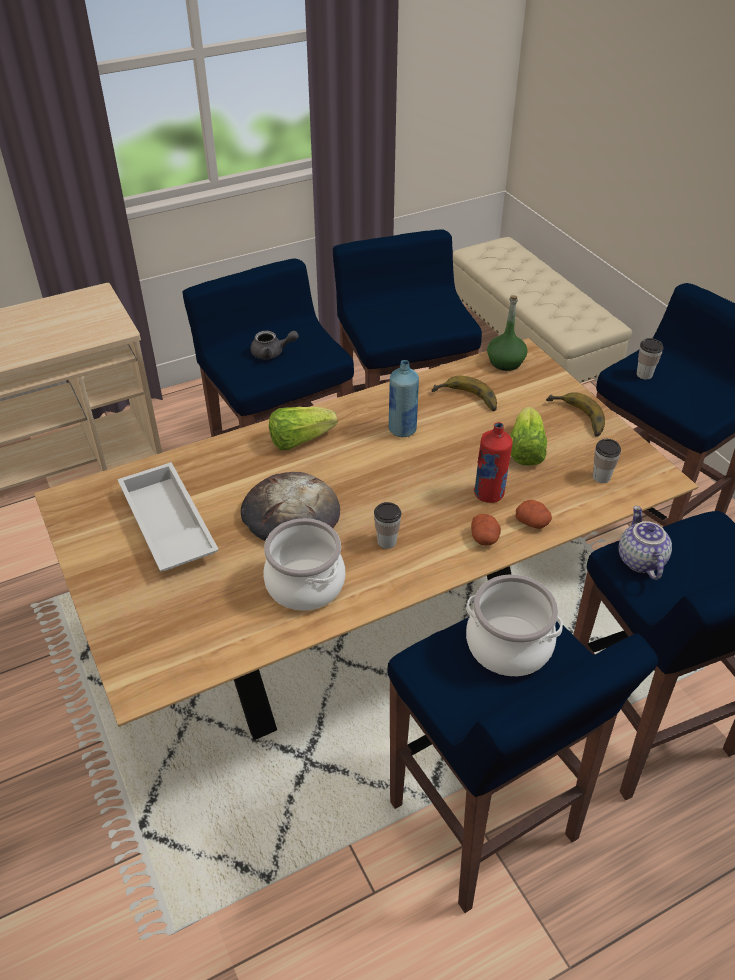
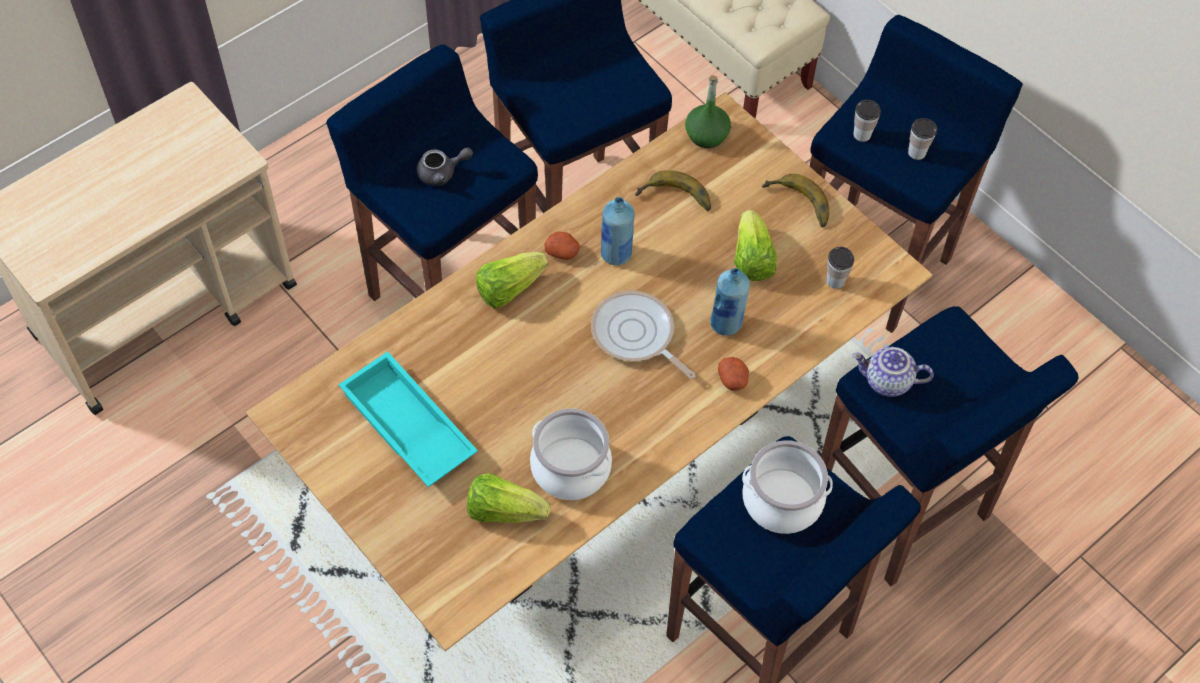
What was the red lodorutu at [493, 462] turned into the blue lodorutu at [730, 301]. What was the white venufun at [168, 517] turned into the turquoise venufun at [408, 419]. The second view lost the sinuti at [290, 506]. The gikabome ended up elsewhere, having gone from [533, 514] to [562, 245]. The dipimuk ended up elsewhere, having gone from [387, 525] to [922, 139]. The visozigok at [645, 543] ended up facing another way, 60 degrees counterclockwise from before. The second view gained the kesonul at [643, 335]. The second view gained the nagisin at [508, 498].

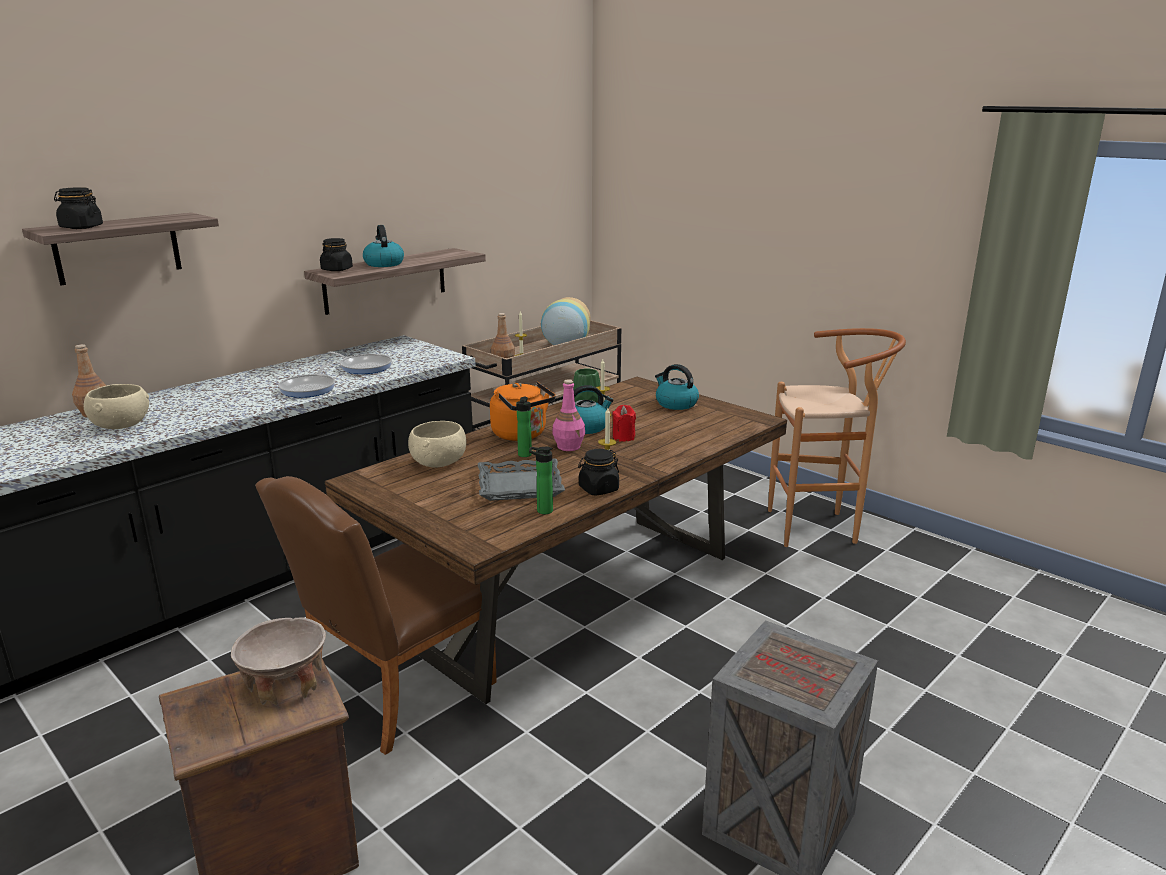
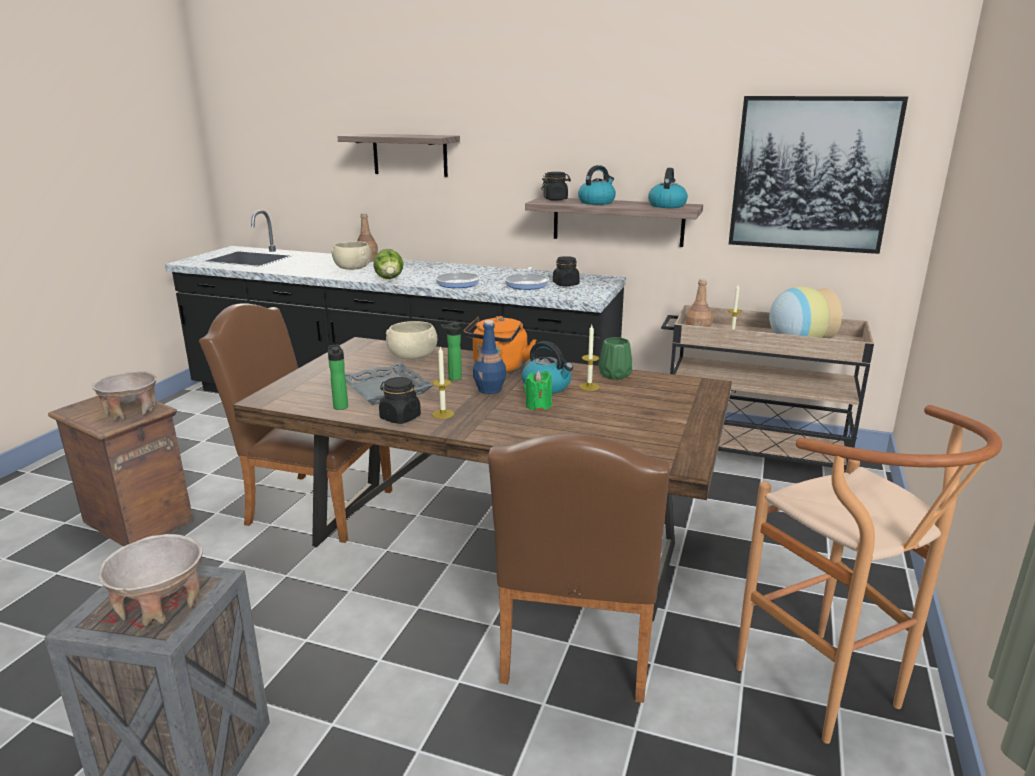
The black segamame ended up elsewhere, having gone from [78, 208] to [566, 271]. The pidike ended up elsewhere, having gone from [677, 387] to [668, 188]. What was the pink lodorutu at [568, 415] turned into the blue lodorutu at [489, 357]. What was the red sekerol at [624, 423] turned into the green sekerol at [538, 390]. The second view gained the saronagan at [818, 175]. The second view gained the nagisin at [388, 264]. The second view gained the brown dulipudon at [579, 568]. The second view gained the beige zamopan at [150, 580].

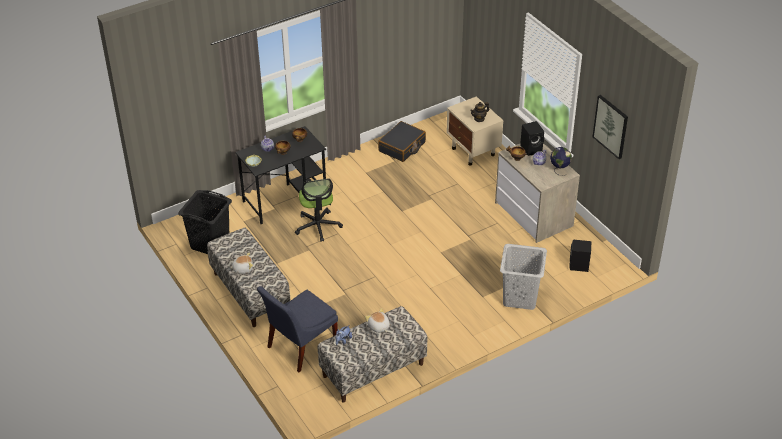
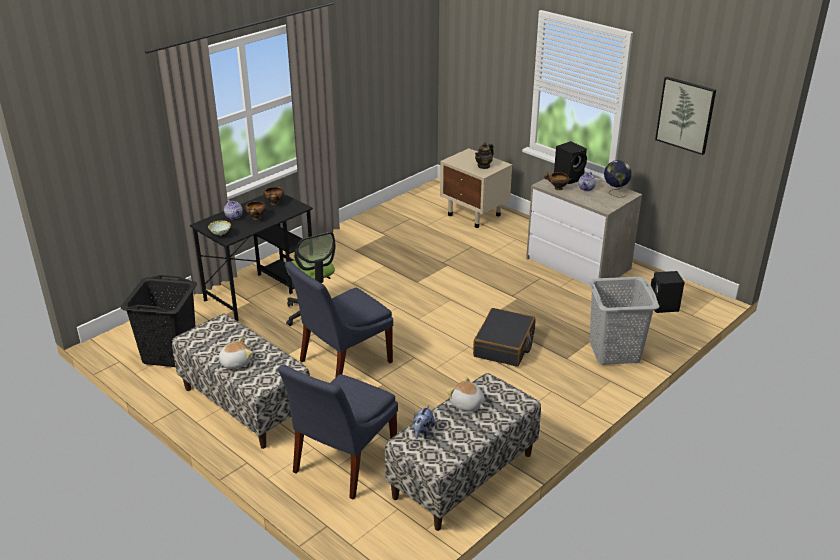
The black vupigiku ended up elsewhere, having gone from [402, 141] to [504, 337]. The second view gained the blue dulipudon at [339, 319].

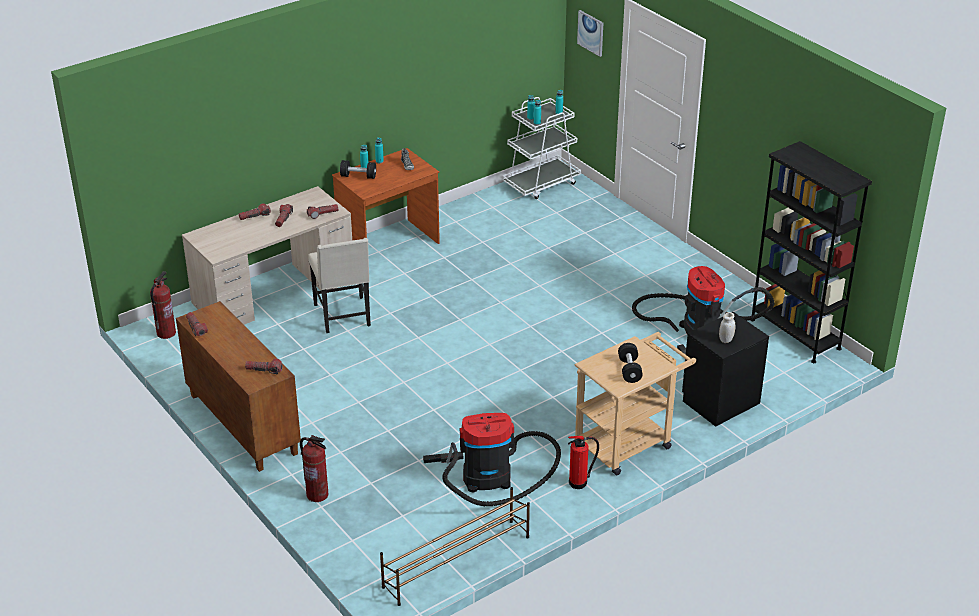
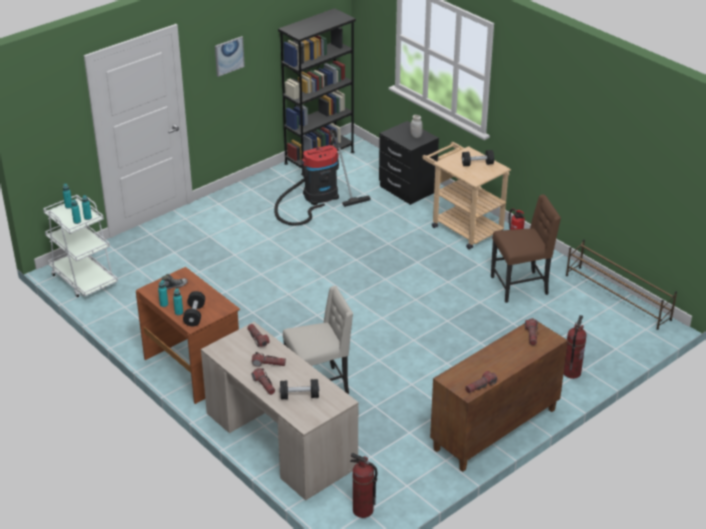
The saronagan ended up elsewhere, having gone from [590, 33] to [230, 56]. Where the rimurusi stood at [492, 459], the brown dulipudon came to stand at [526, 249]. The second view gained the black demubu at [299, 389].

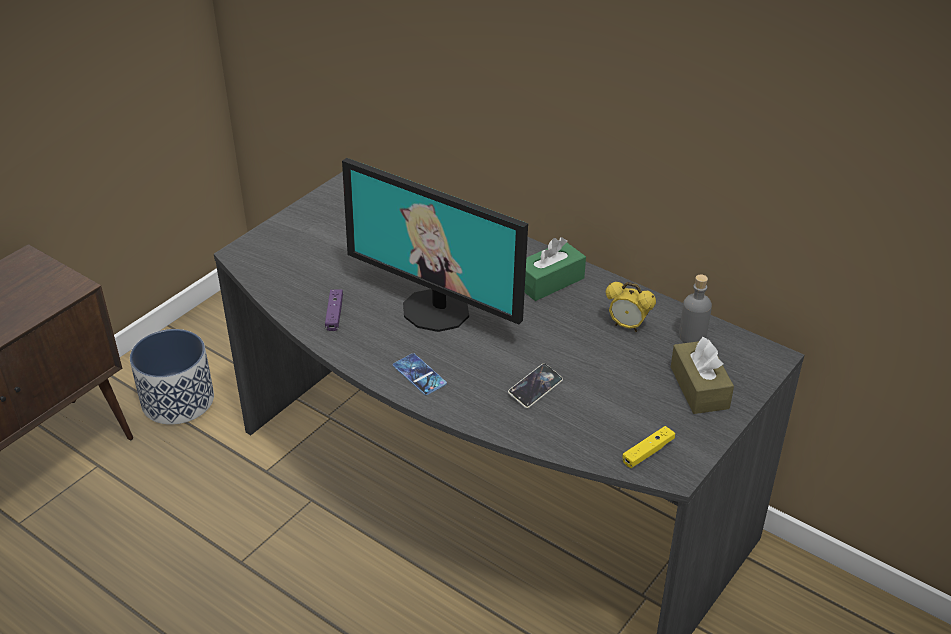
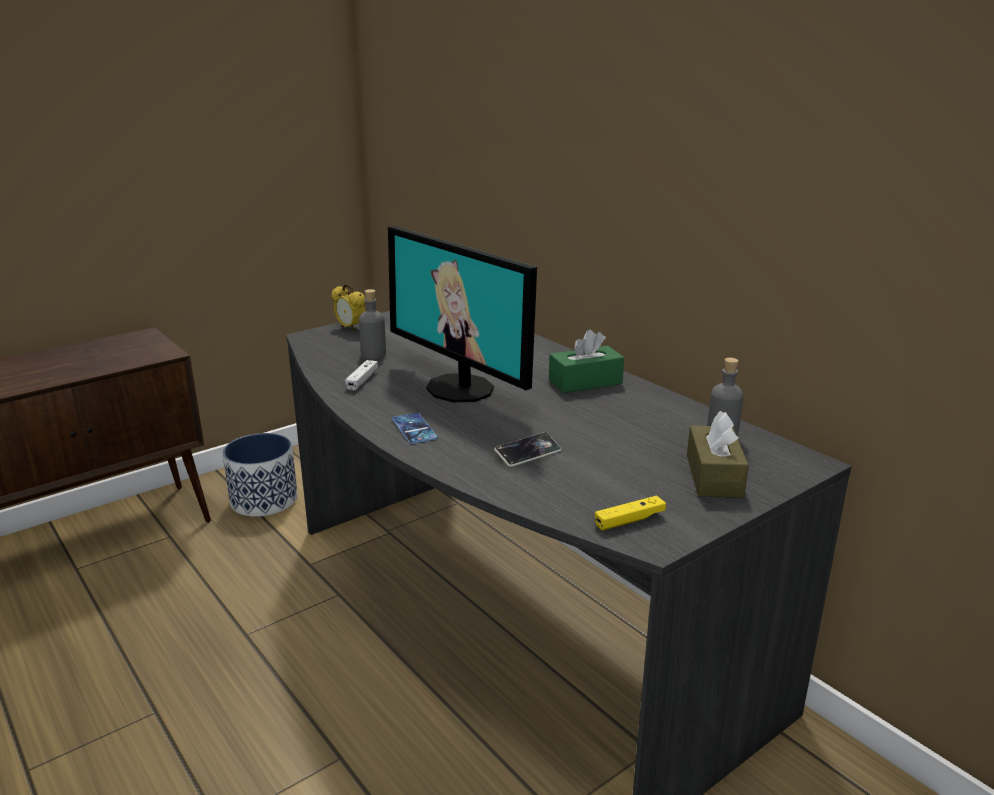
The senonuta ended up elsewhere, having gone from [631, 307] to [348, 307]. What was the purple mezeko at [334, 310] turned into the white mezeko at [361, 375]. The second view gained the grey lodorutu at [372, 324].

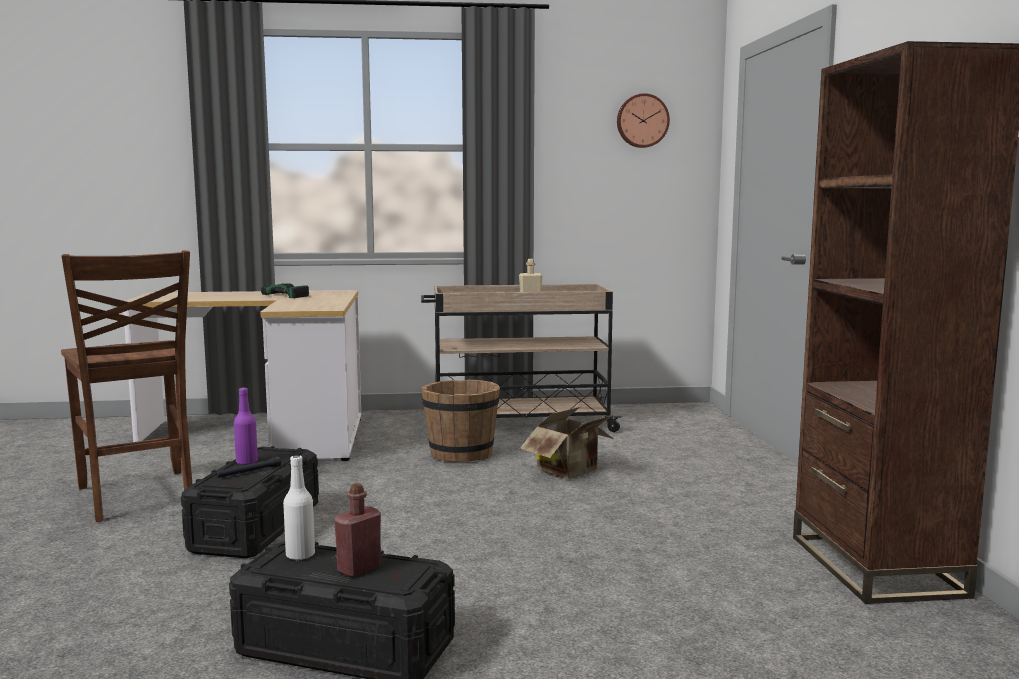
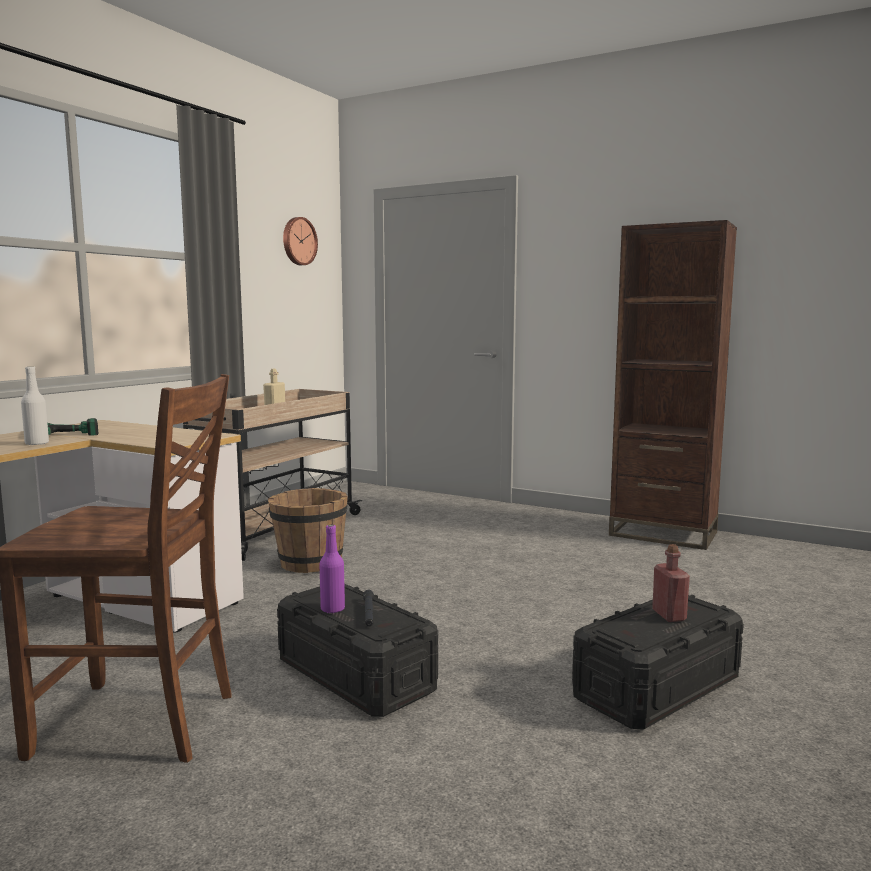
The second view lost the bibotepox at [567, 443]. The white lodorutu ended up elsewhere, having gone from [299, 508] to [35, 406].

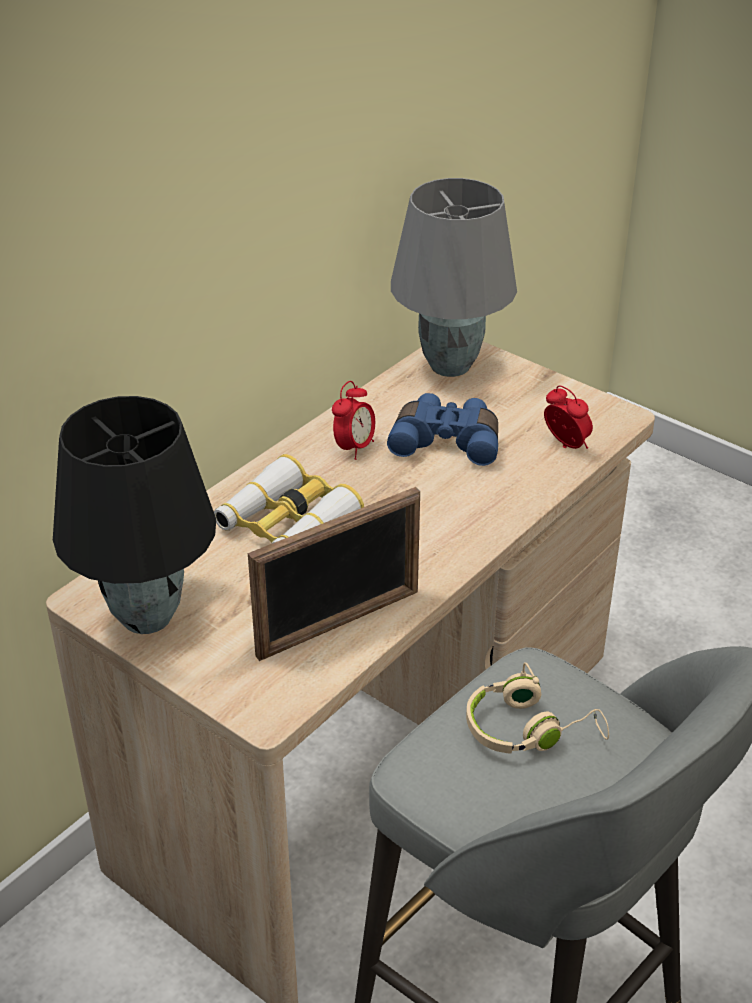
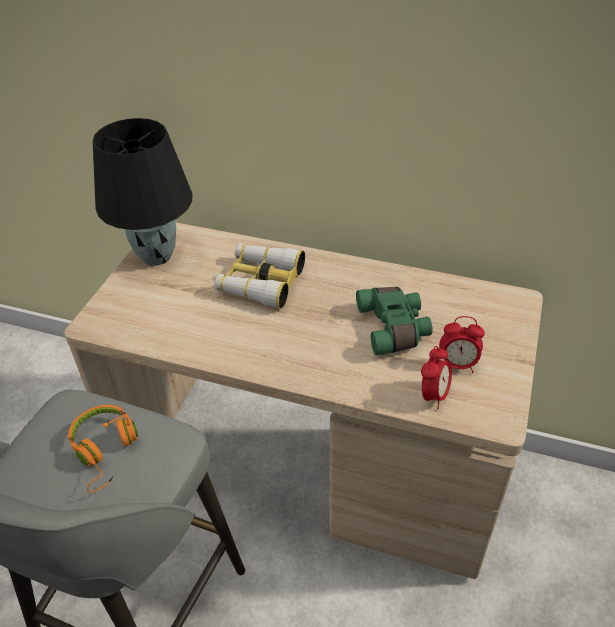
The second view lost the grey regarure at [454, 277]. The senonuta ended up elsewhere, having gone from [353, 420] to [462, 344]. What was the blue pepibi at [442, 429] turned into the green pepibi at [394, 321]. The second view lost the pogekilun at [334, 574]. What was the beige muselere at [537, 708] turned into the orange muselere at [103, 449].

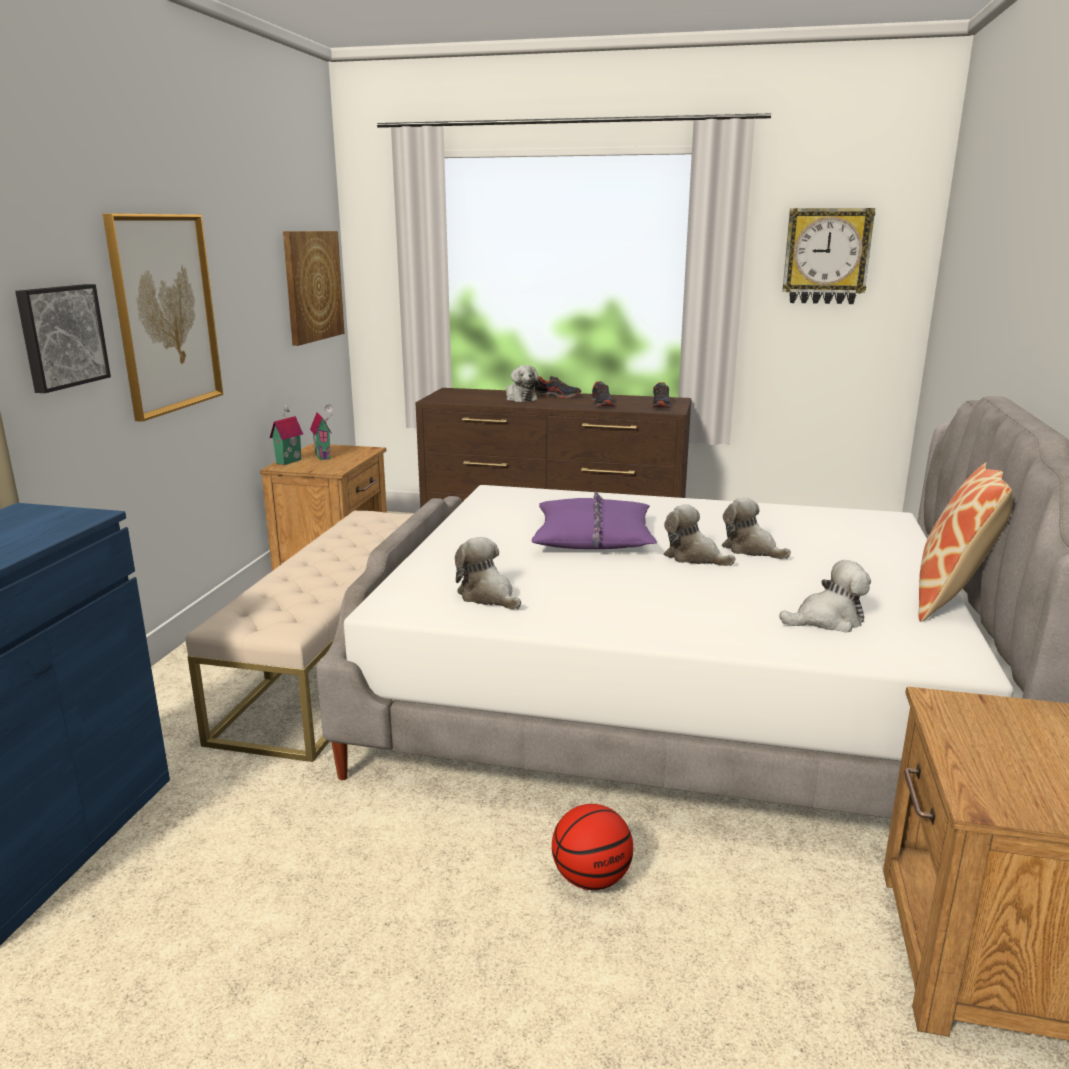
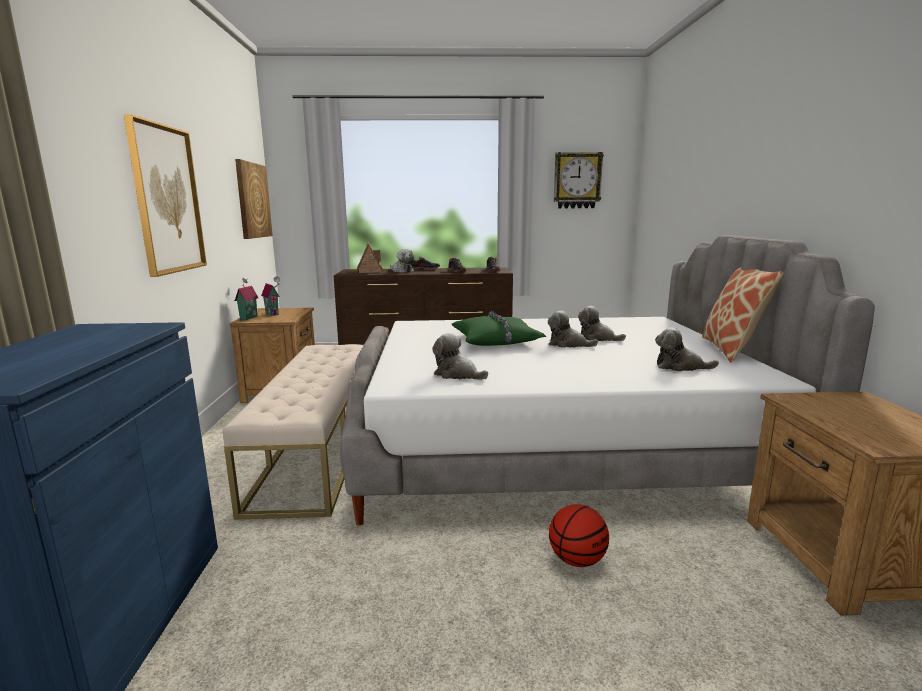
The second view lost the saronagan at [63, 338]. What was the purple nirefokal at [594, 520] turned into the green nirefokal at [499, 328]. The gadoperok at [825, 596] ended up facing another way, 135 degrees counterclockwise from before. The second view gained the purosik at [370, 257].

